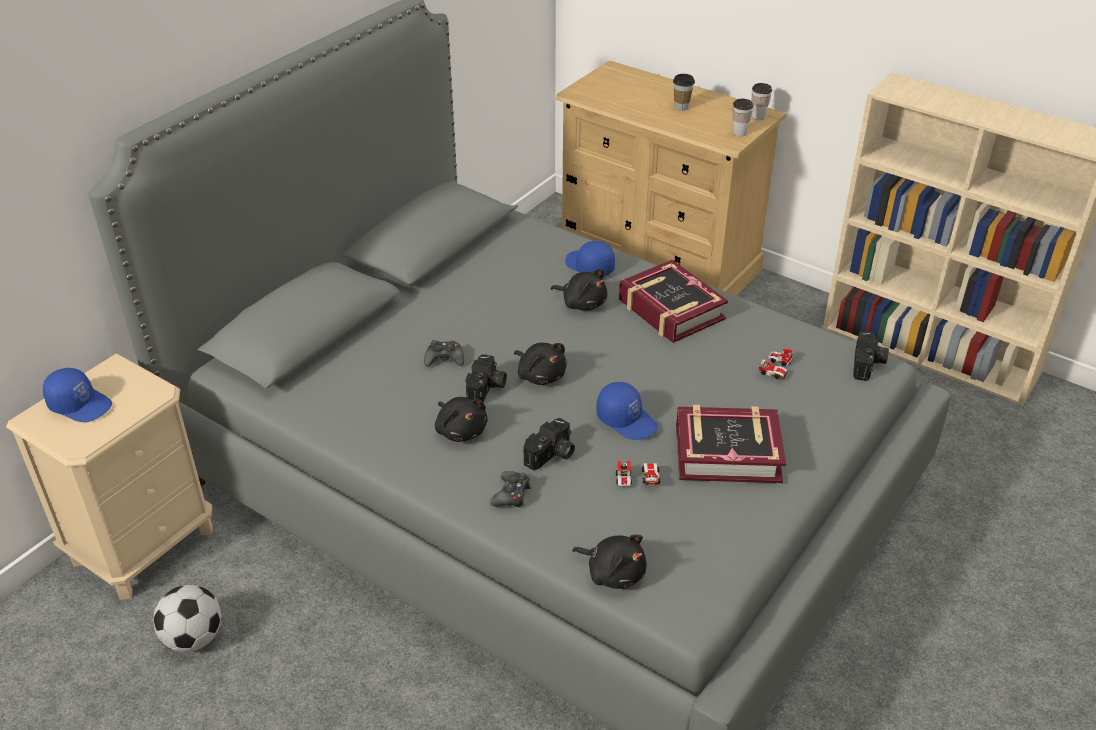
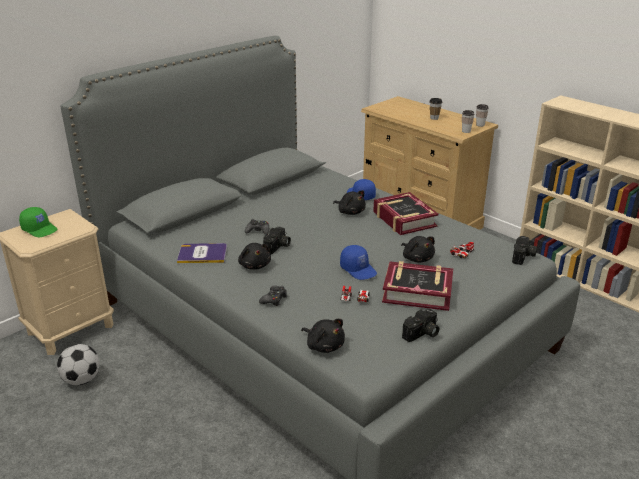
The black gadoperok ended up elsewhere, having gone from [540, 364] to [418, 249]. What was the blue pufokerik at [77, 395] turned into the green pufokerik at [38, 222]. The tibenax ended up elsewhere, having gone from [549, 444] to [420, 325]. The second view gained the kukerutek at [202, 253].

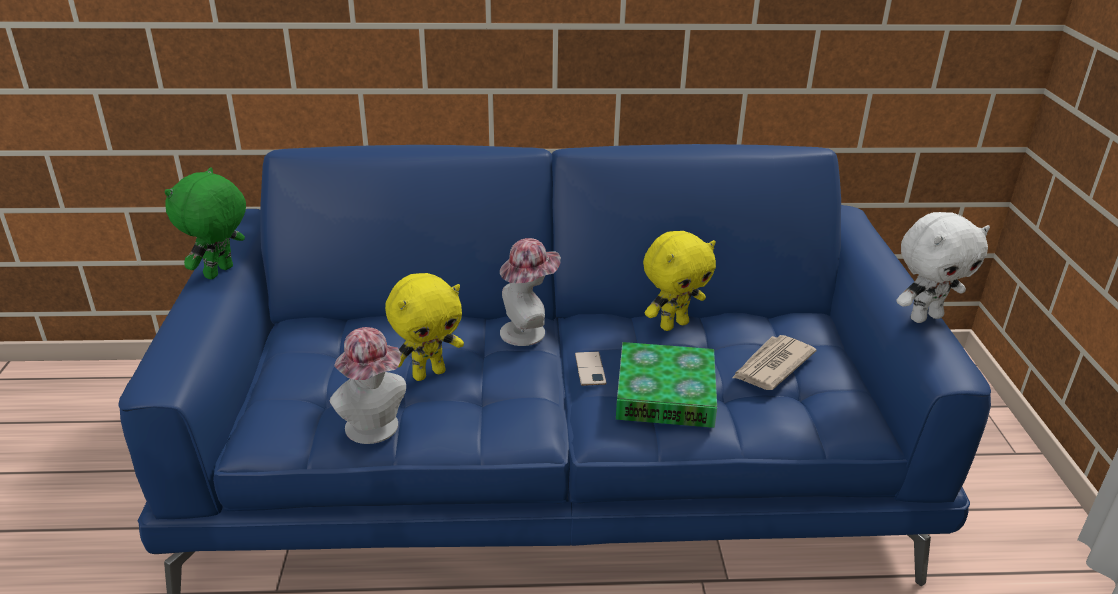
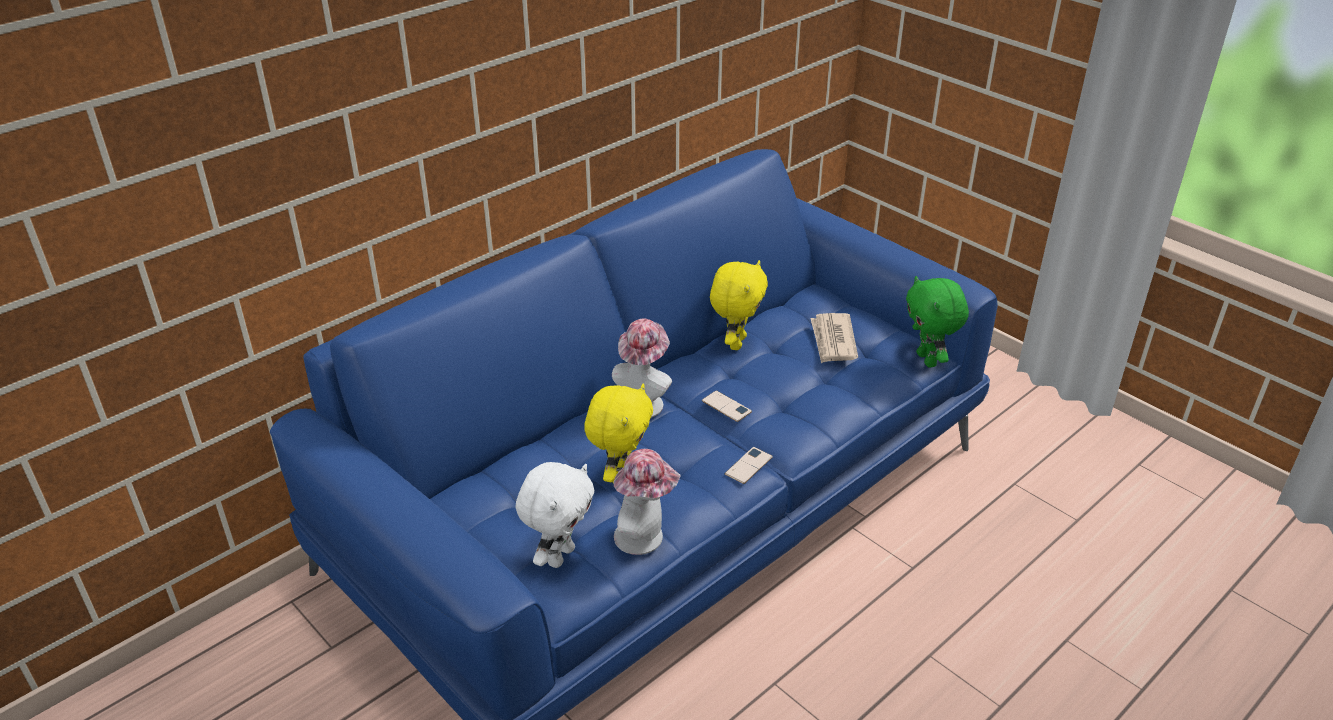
The green gadoperok ended up elsewhere, having gone from [205, 223] to [937, 321]. The white gadoperok ended up elsewhere, having gone from [943, 267] to [554, 515]. The second view lost the kukerutek at [666, 385]. The second view gained the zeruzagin at [749, 465].

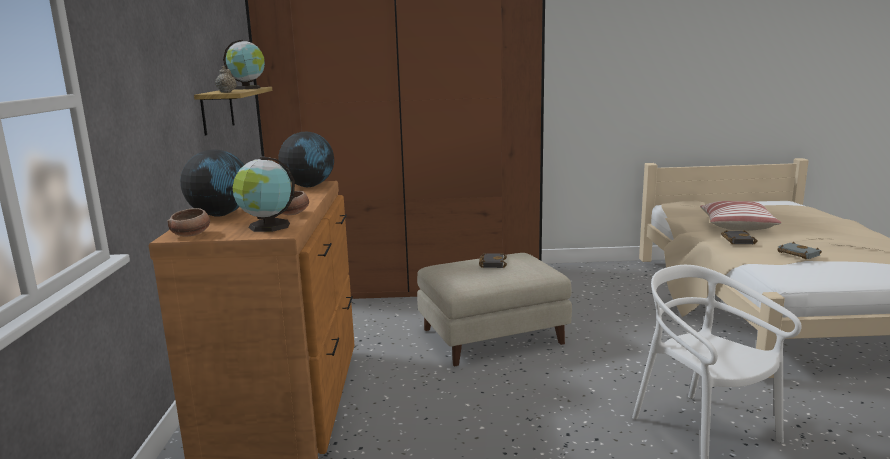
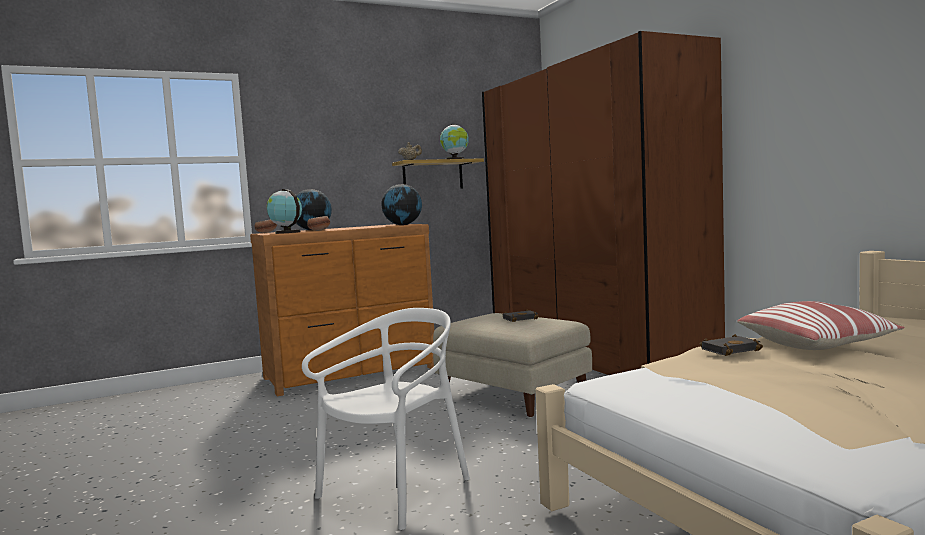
The second view lost the grey kukerutek at [799, 250].

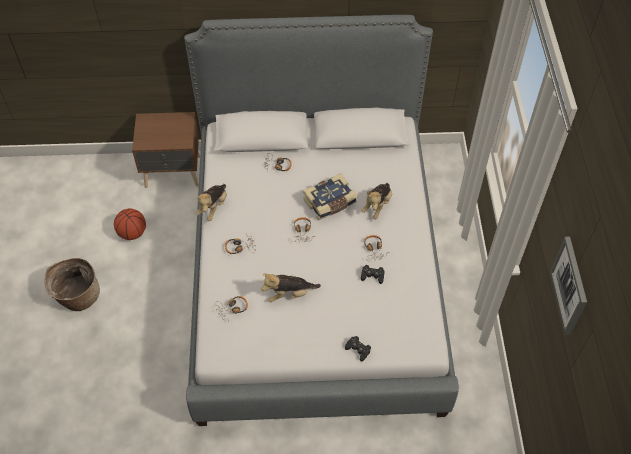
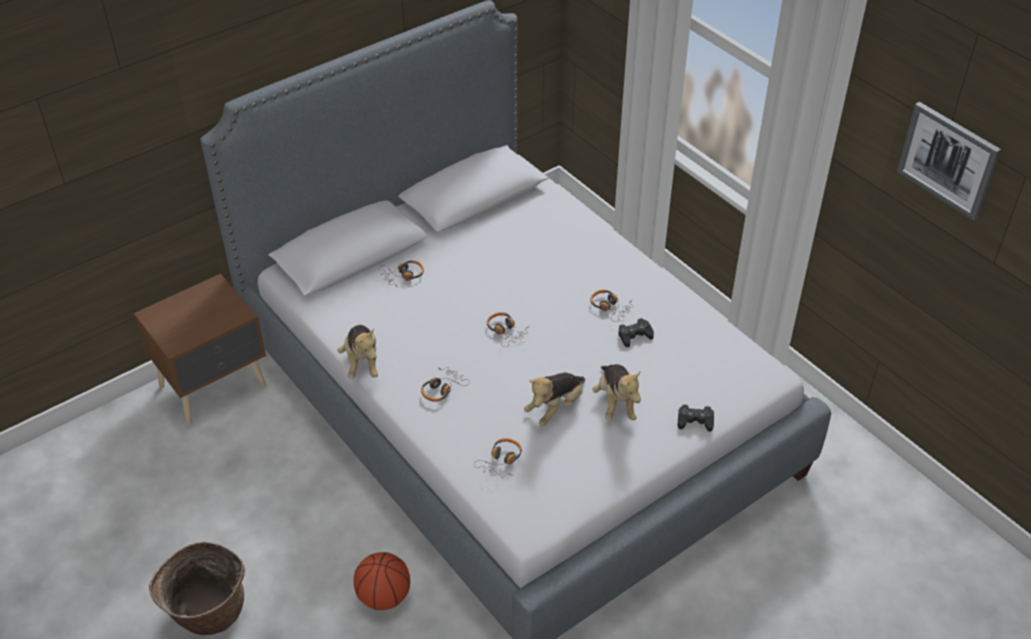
The second view lost the kukerutek at [330, 196]. The gadoperok ended up elsewhere, having gone from [376, 201] to [616, 392]. The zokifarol ended up elsewhere, having gone from [130, 224] to [382, 581].

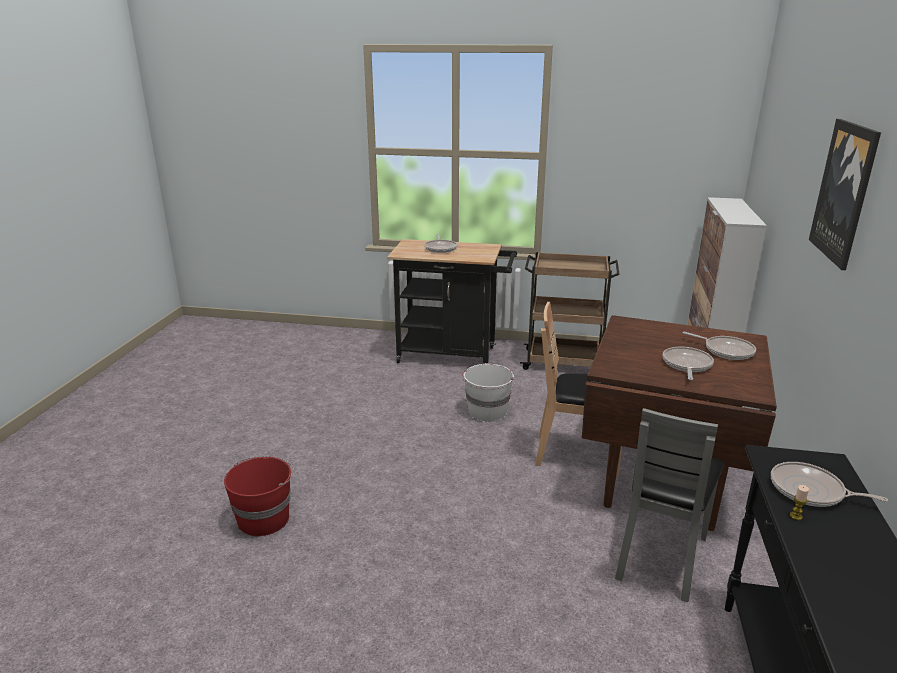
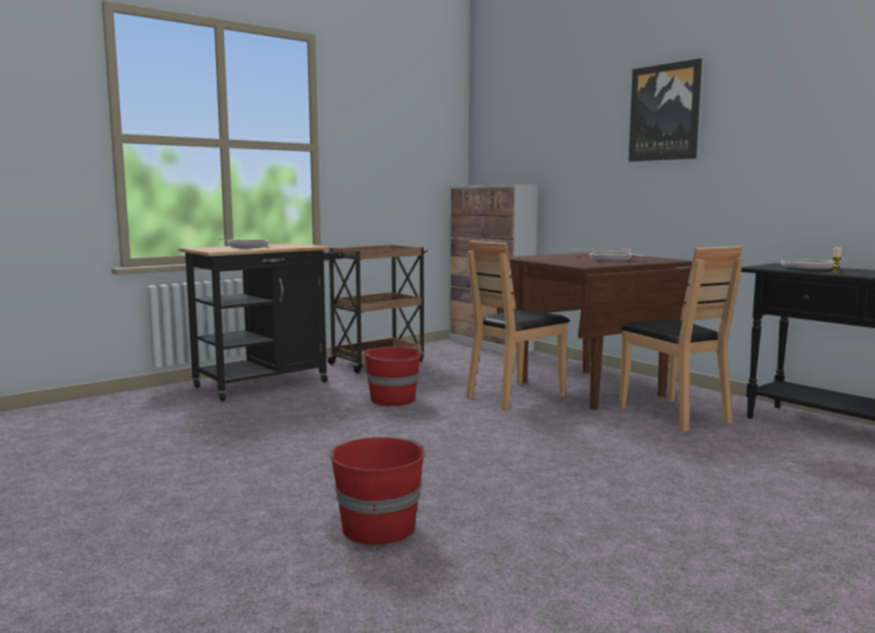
What was the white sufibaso at [488, 393] turned into the red sufibaso at [393, 376]. What was the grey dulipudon at [669, 505] turned into the brown dulipudon at [681, 339].

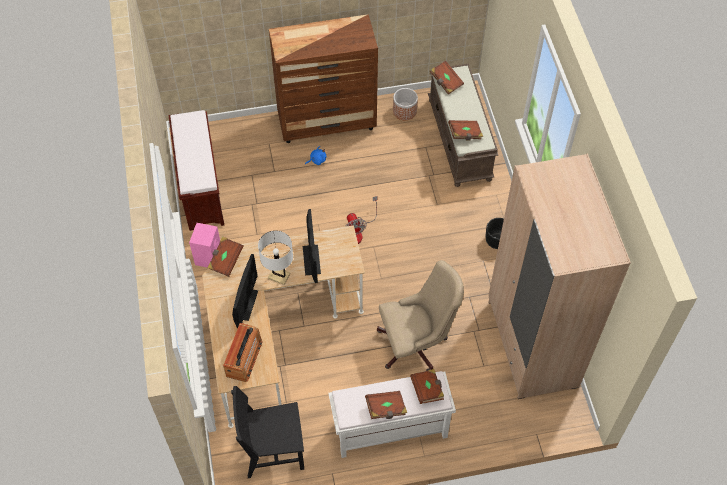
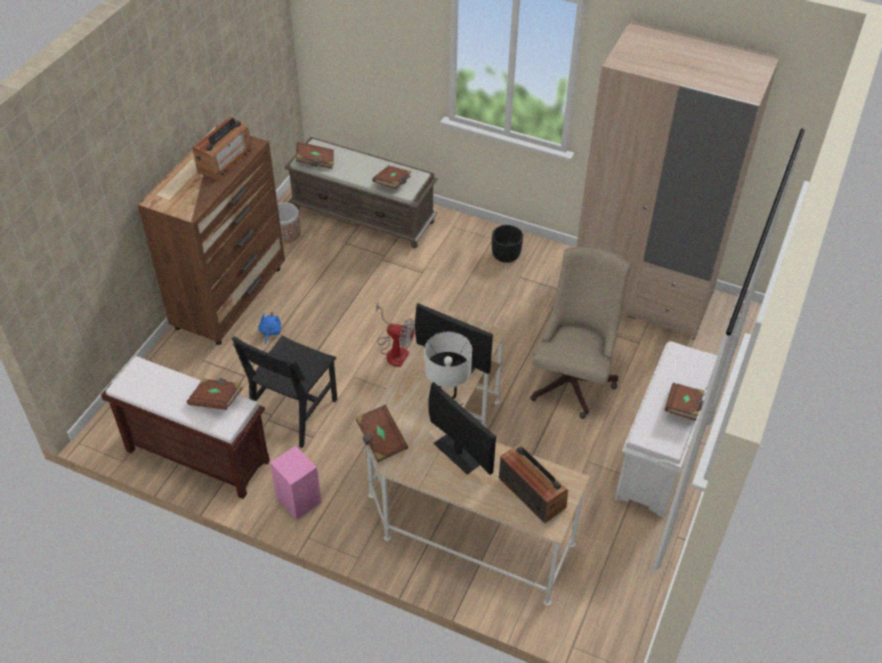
The brown kukerutek ended up elsewhere, having gone from [427, 386] to [215, 394]. The black dulipudon ended up elsewhere, having gone from [267, 432] to [284, 392]. The second view gained the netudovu at [222, 149].

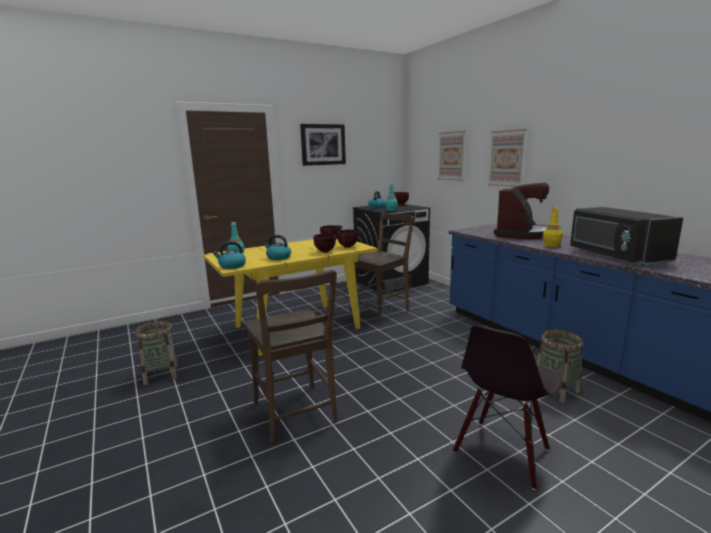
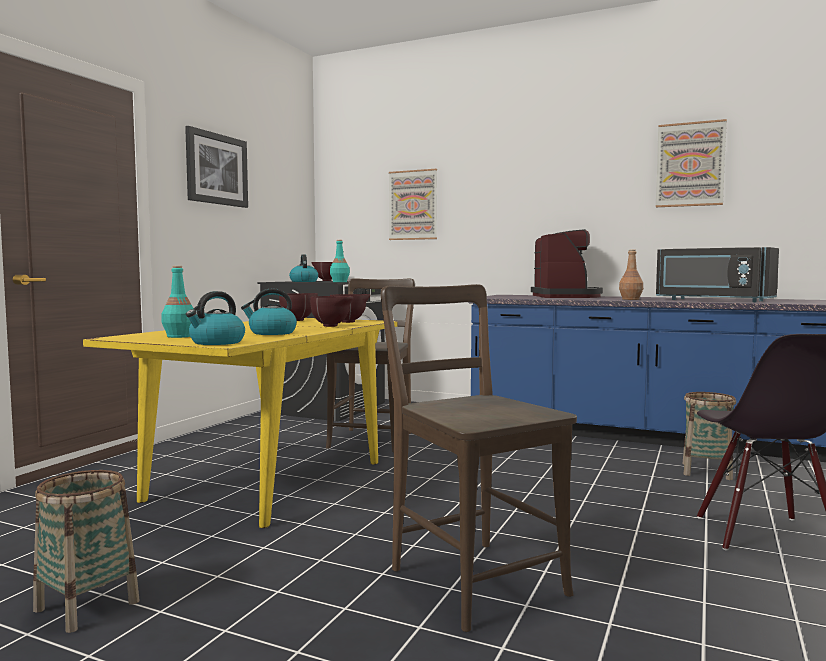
The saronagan ended up elsewhere, having gone from [507, 158] to [691, 163]. What was the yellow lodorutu at [552, 227] turned into the brown lodorutu at [631, 274]. The brown dulipudon at [290, 356] ended up facing another way, 150 degrees counterclockwise from before.

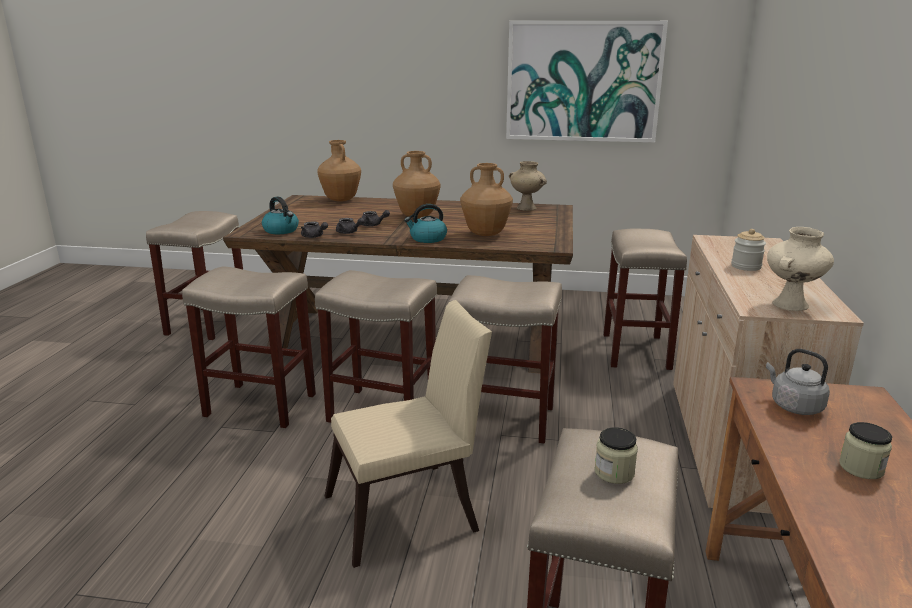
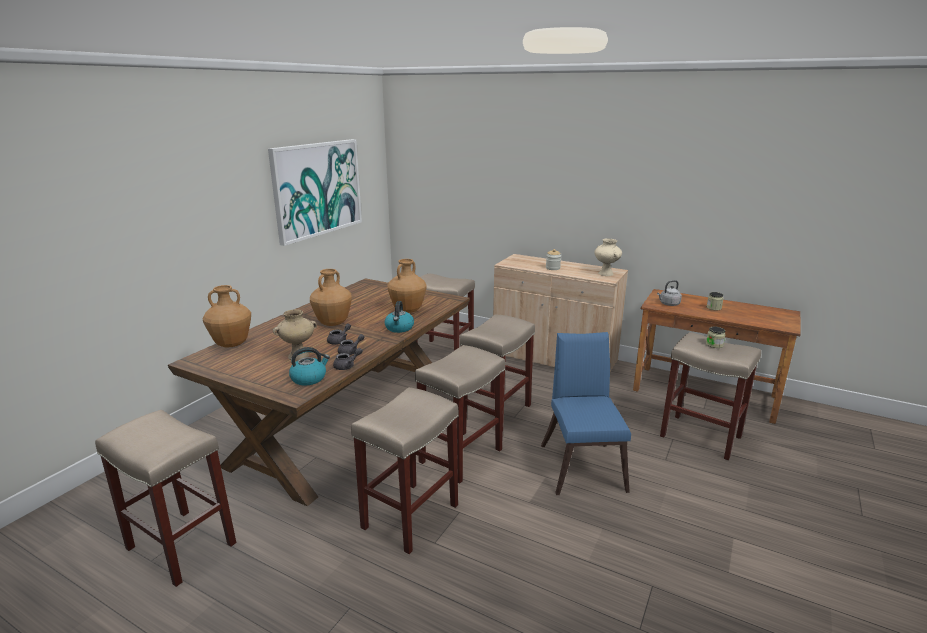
The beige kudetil ended up elsewhere, having gone from [528, 186] to [295, 335]. What was the beige dulipudon at [408, 434] turned into the blue dulipudon at [586, 413].

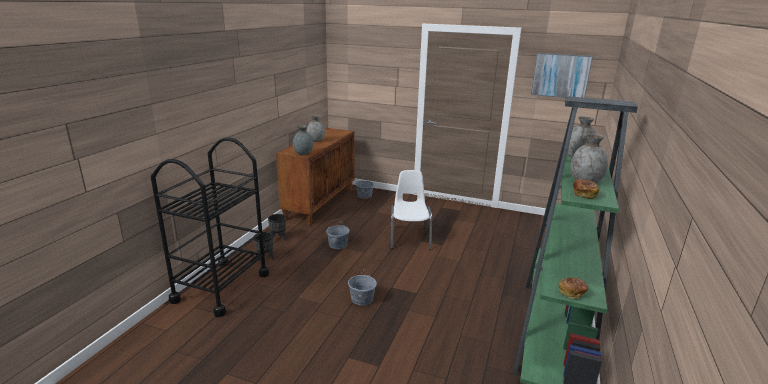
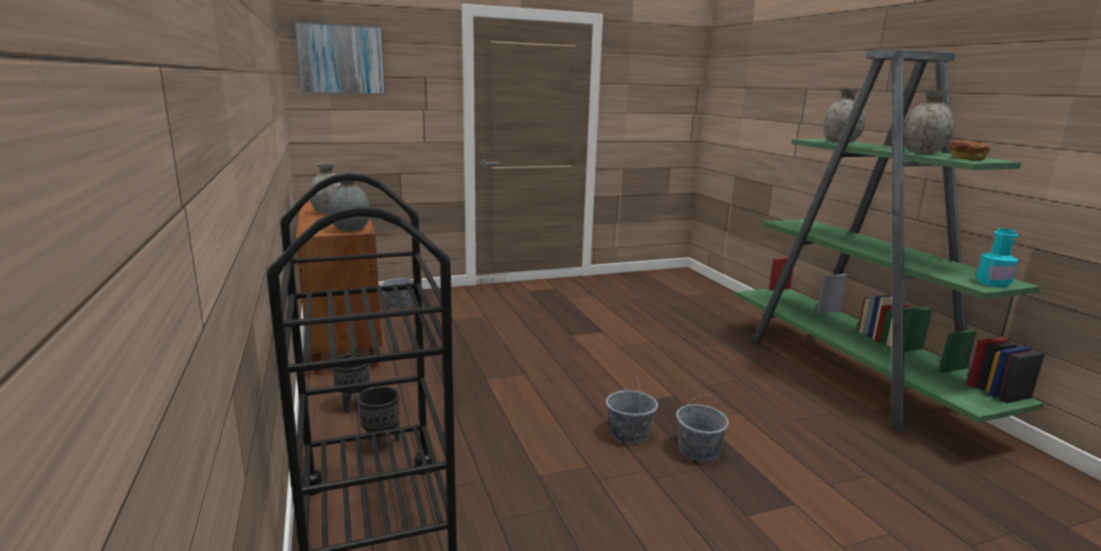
The saronagan ended up elsewhere, having gone from [562, 75] to [340, 58]. The second view lost the white dulipudon at [411, 210]. The grey sufibaso ended up elsewhere, having gone from [338, 234] to [702, 427]. Where the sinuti stood at [573, 288], the turquoise lodorutu came to stand at [997, 257].

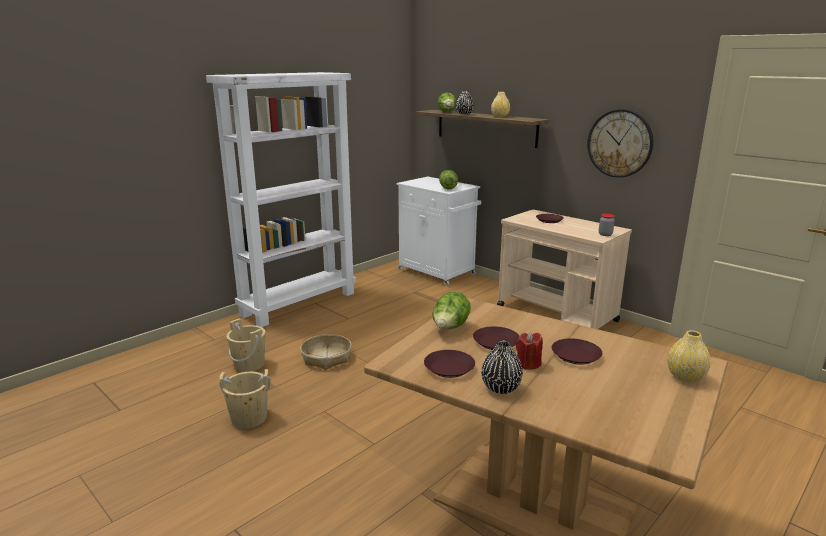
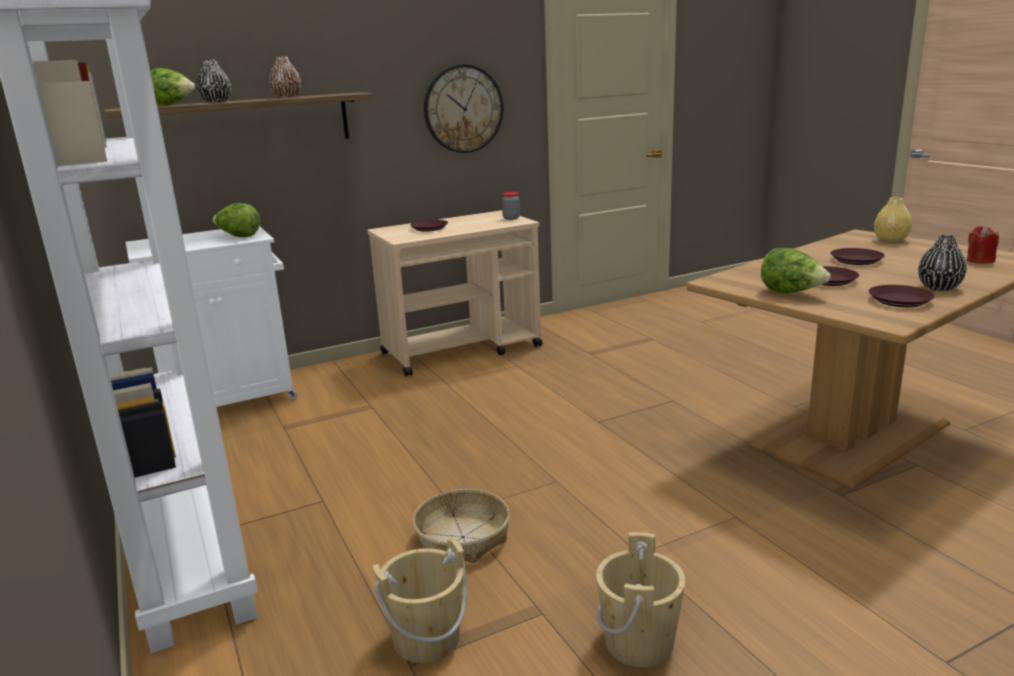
What was the yellow kudetil at [500, 104] turned into the brown kudetil at [285, 77]. The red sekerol ended up elsewhere, having gone from [529, 351] to [983, 245].

